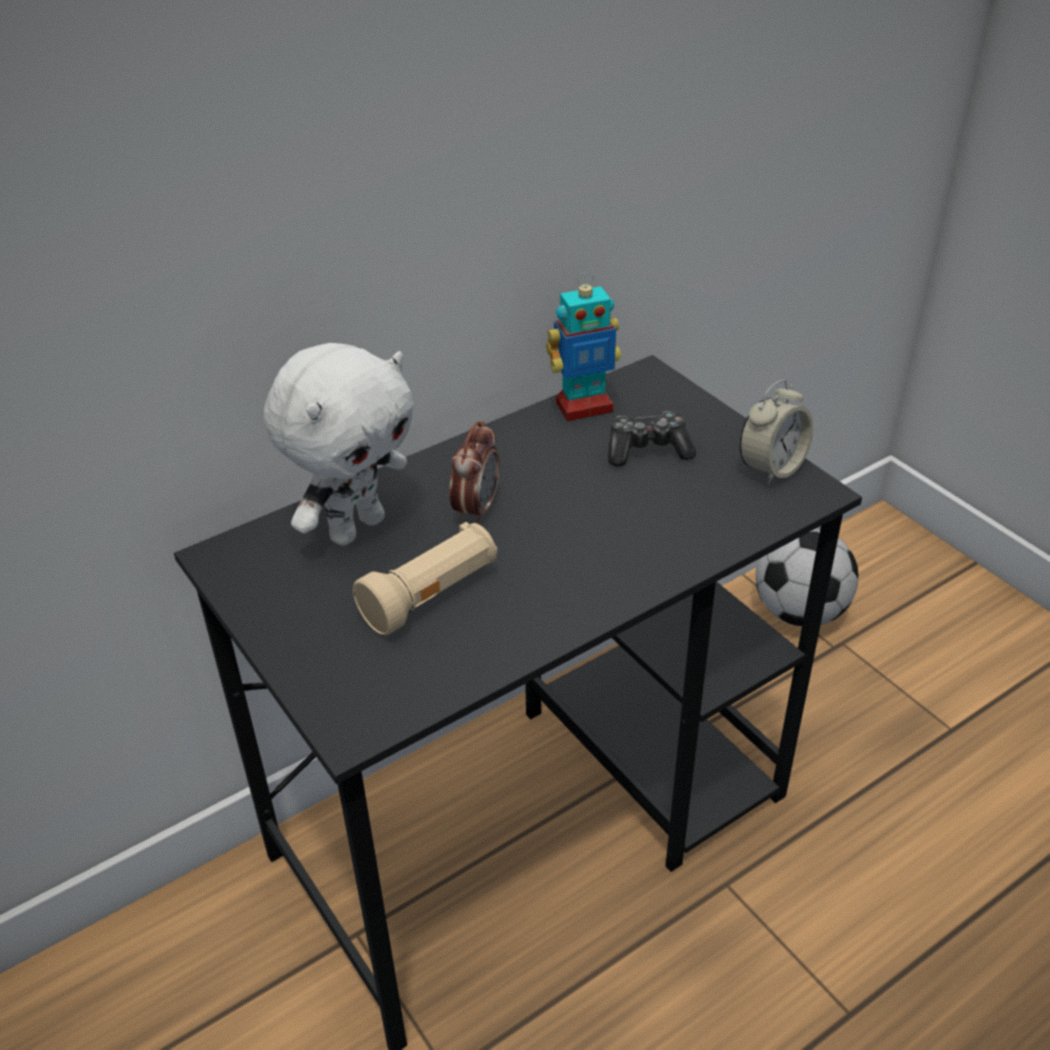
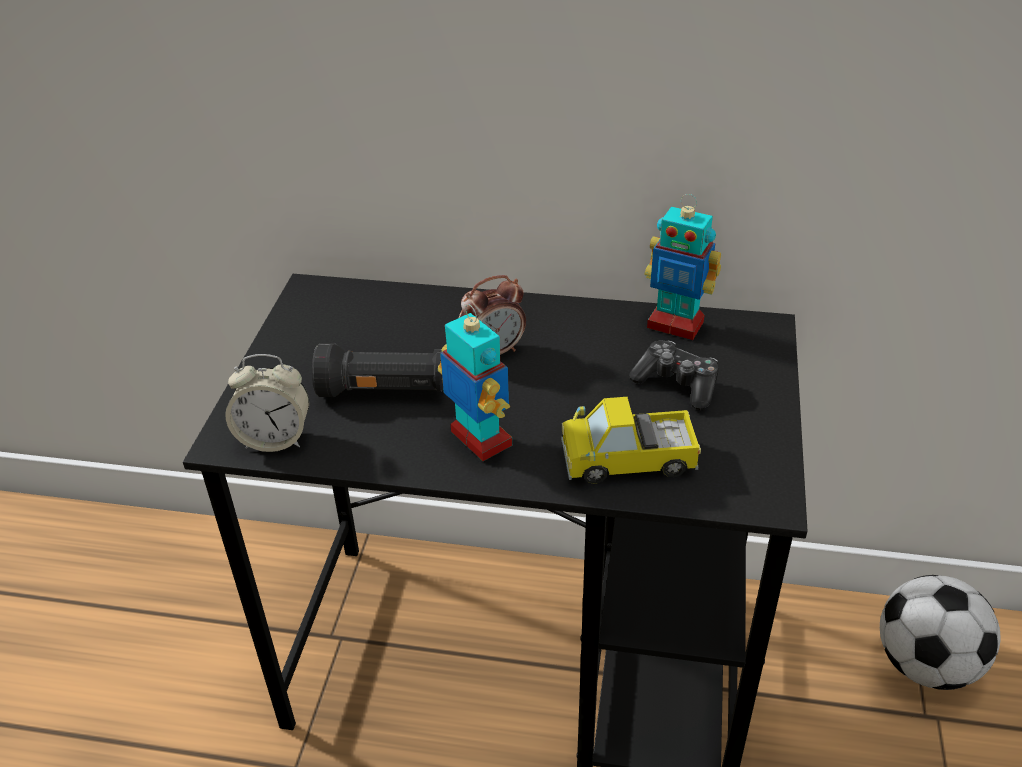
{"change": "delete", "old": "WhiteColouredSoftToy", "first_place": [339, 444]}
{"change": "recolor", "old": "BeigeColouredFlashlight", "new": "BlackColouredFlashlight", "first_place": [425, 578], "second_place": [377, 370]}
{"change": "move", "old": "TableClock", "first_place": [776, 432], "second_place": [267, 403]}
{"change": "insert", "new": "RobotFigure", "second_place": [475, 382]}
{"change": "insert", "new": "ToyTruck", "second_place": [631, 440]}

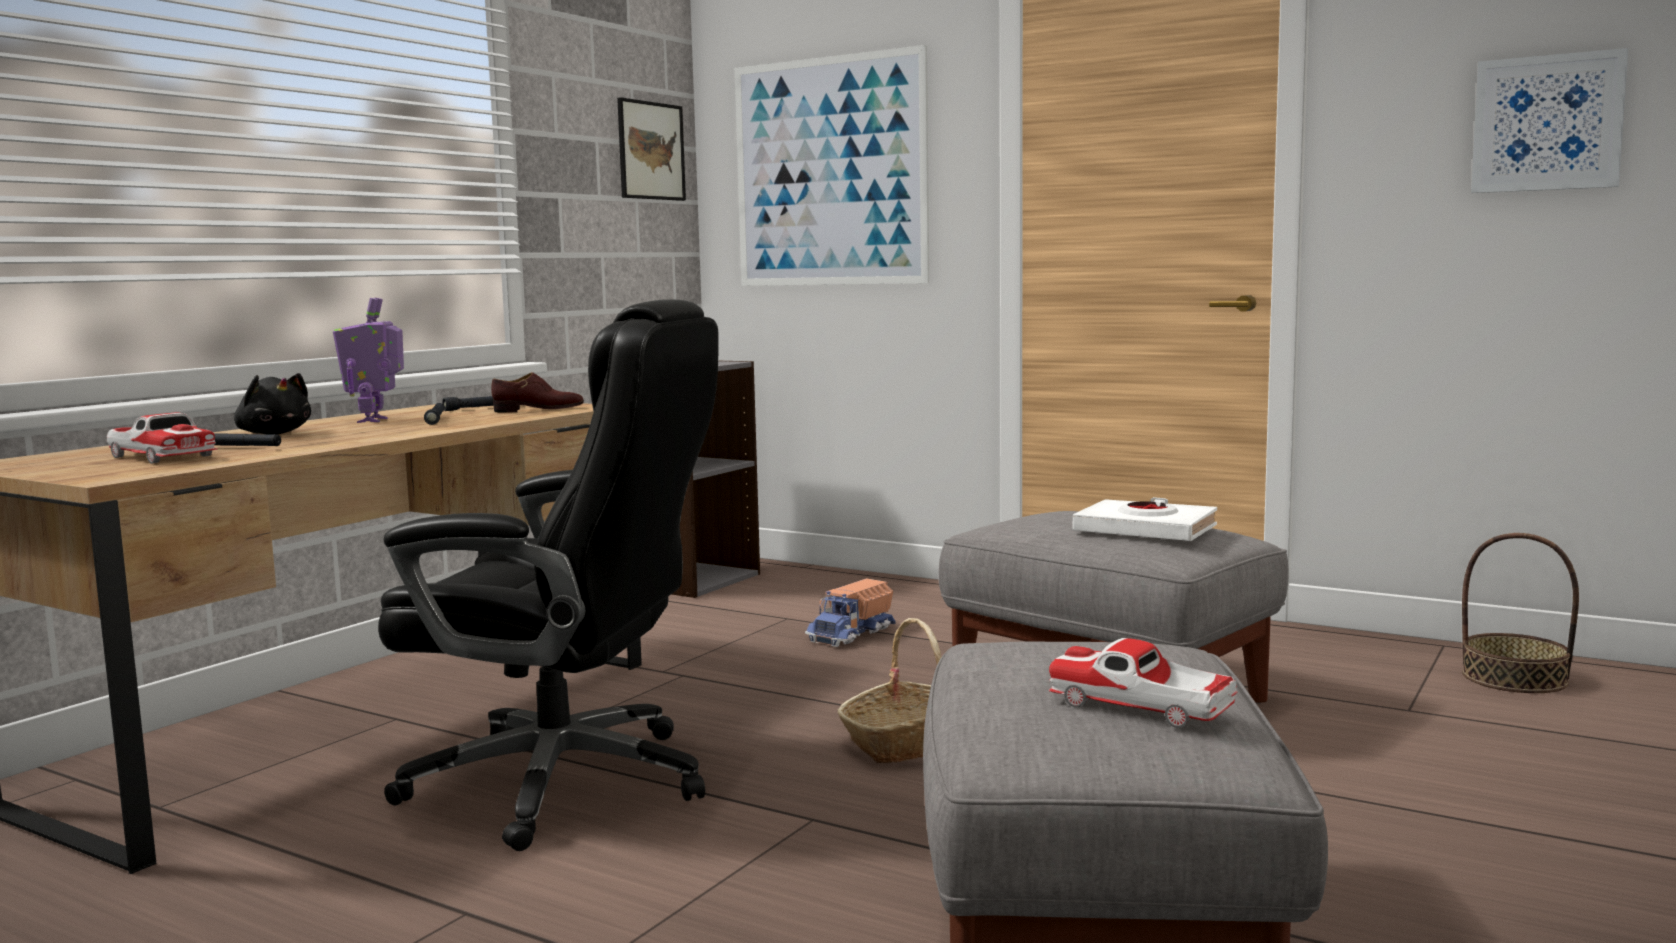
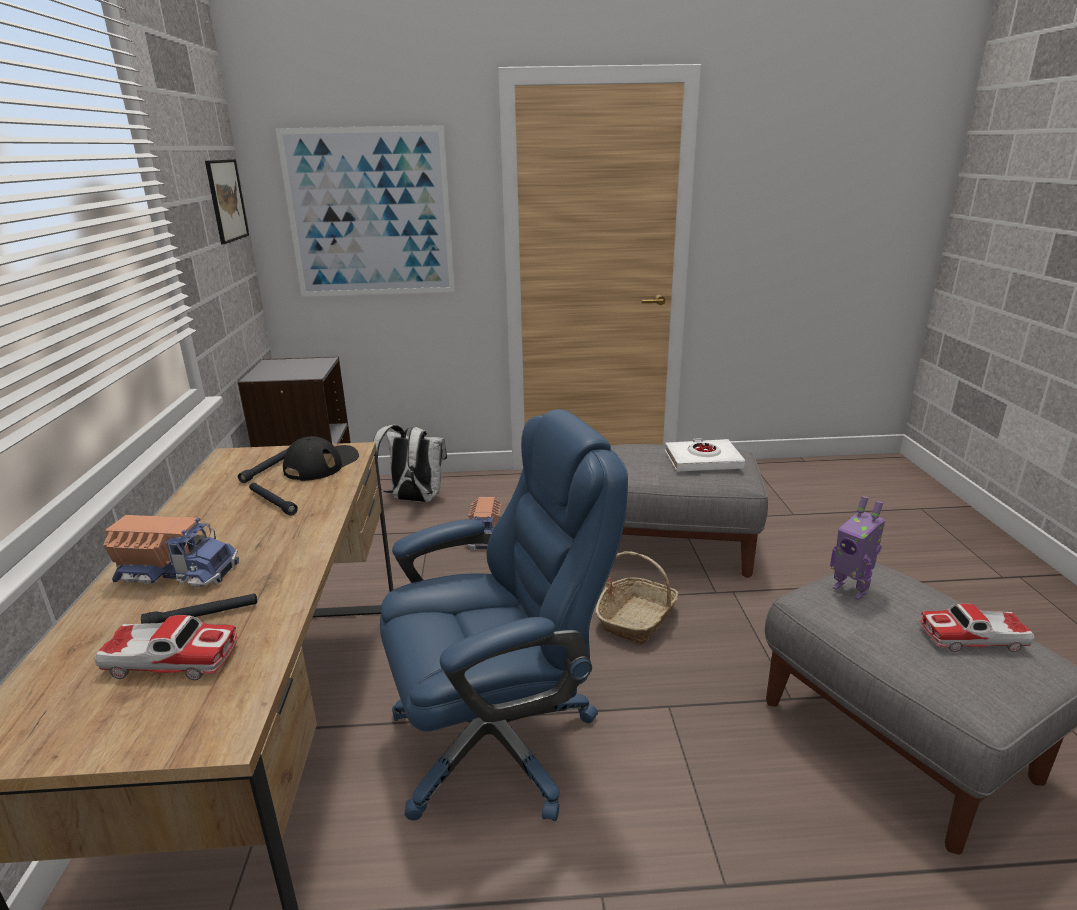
{"change": "replace", "old": "BlackColouredSoftToy", "new": "ToyTruck", "first_place": [272, 404], "second_place": [171, 551]}
{"change": "move", "old": "RobotFigure", "first_place": [368, 360], "second_place": [857, 548]}
{"change": "recolor", "old": "BlackColouredOfficeChair", "new": "BluishOfficeChair", "first_place": [548, 575], "second_place": [504, 615]}
{"change": "replace", "old": "BrownLowShoe", "new": "BlackColouredPeakedCap", "first_place": [537, 392], "second_place": [321, 458]}
{"change": "delete", "old": "HouseholdBasket", "first_place": [1520, 613]}
{"change": "delete", "old": "WallPicture", "first_place": [1549, 120]}
{"change": "insert", "new": "WhiteColouredRucksack", "second_place": [410, 463]}

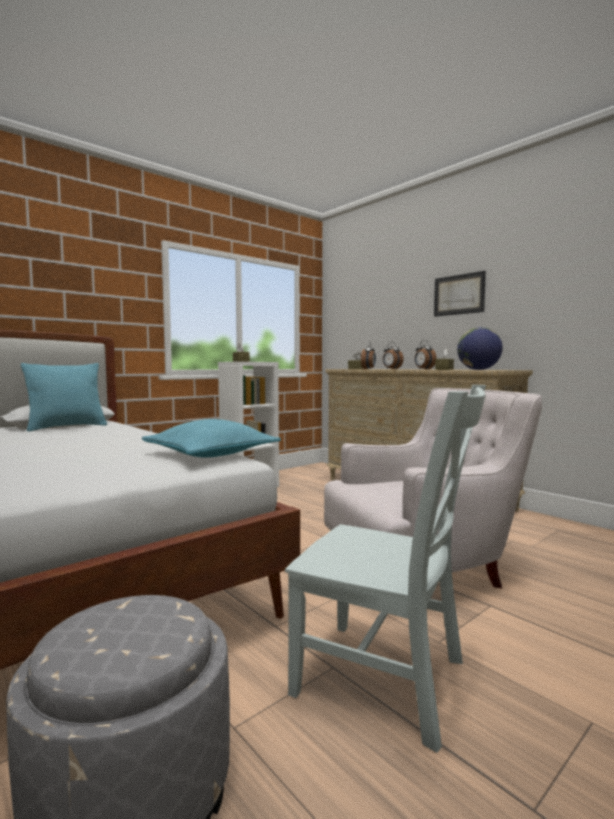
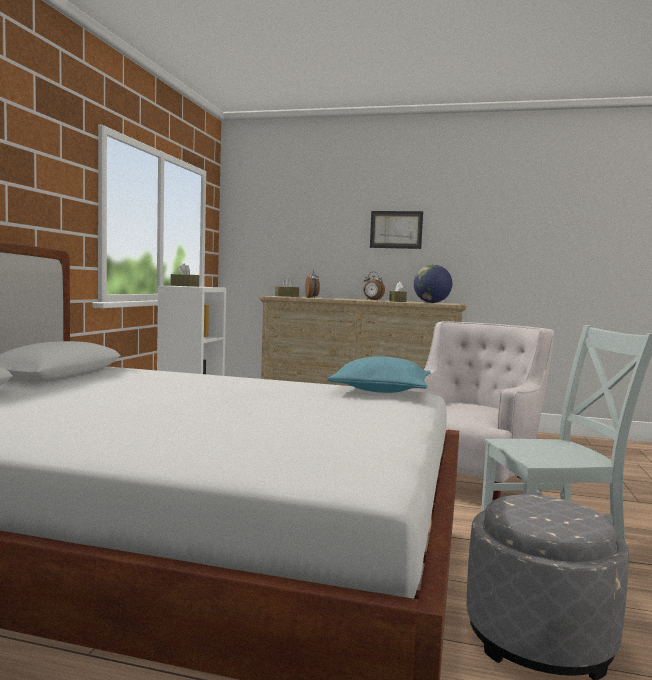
{"change": "delete", "old": "BlueGreenCushion", "first_place": [64, 397]}
{"change": "delete", "old": "TableClock", "first_place": [393, 355]}

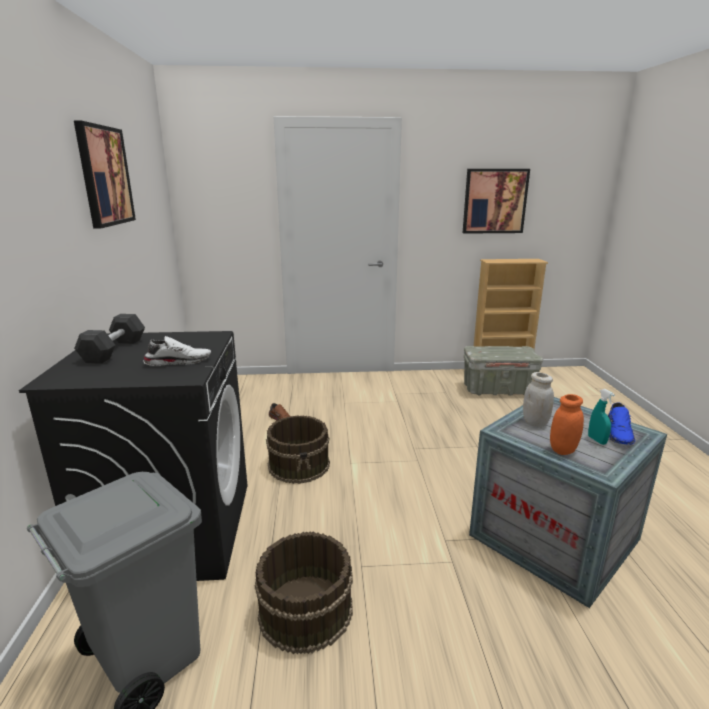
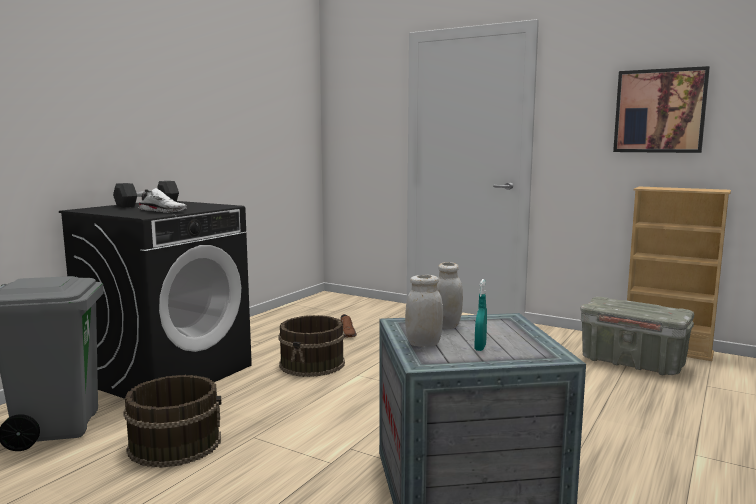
{"change": "delete", "old": "WallPicture", "first_place": [105, 175]}
{"change": "recolor", "old": "OrangePreserveJar", "new": "WhiteColouredPreserveJar", "first_place": [567, 424], "second_place": [424, 311]}
{"change": "delete", "old": "BluishLowShoe", "first_place": [621, 423]}

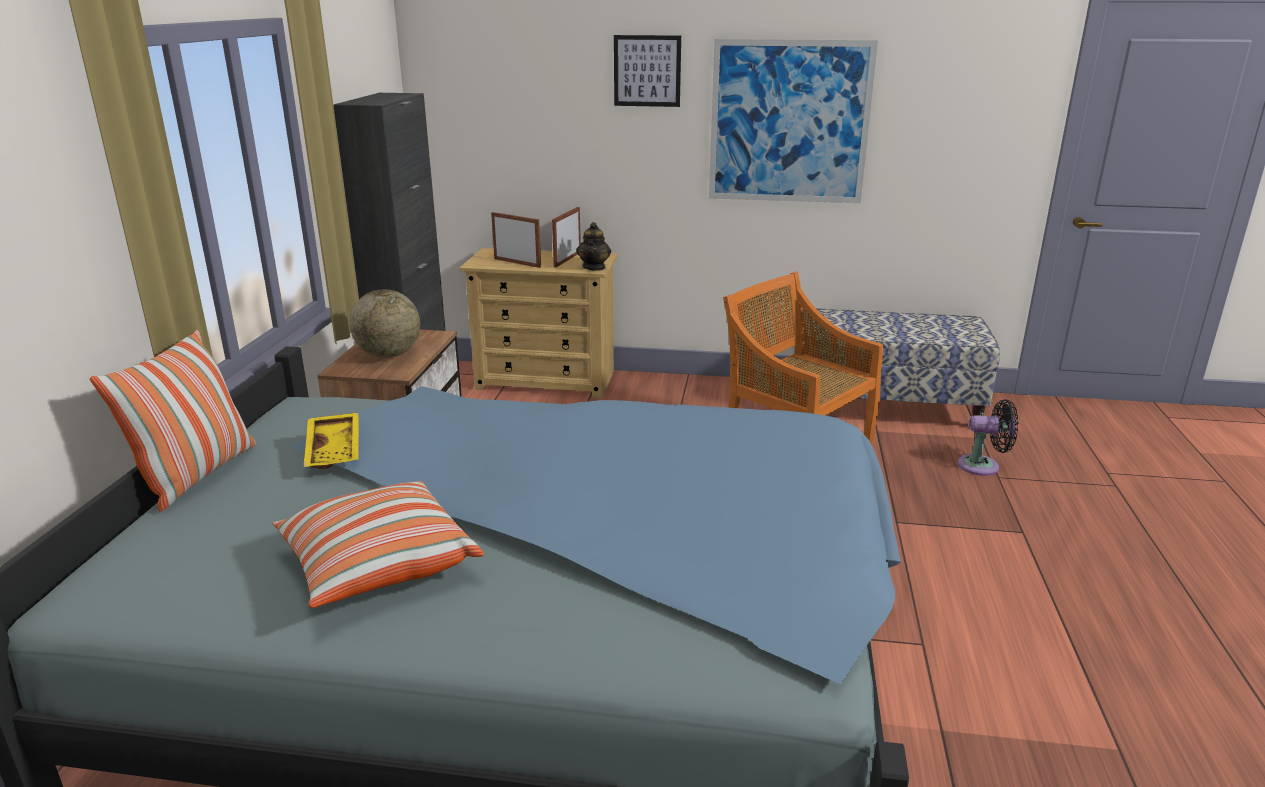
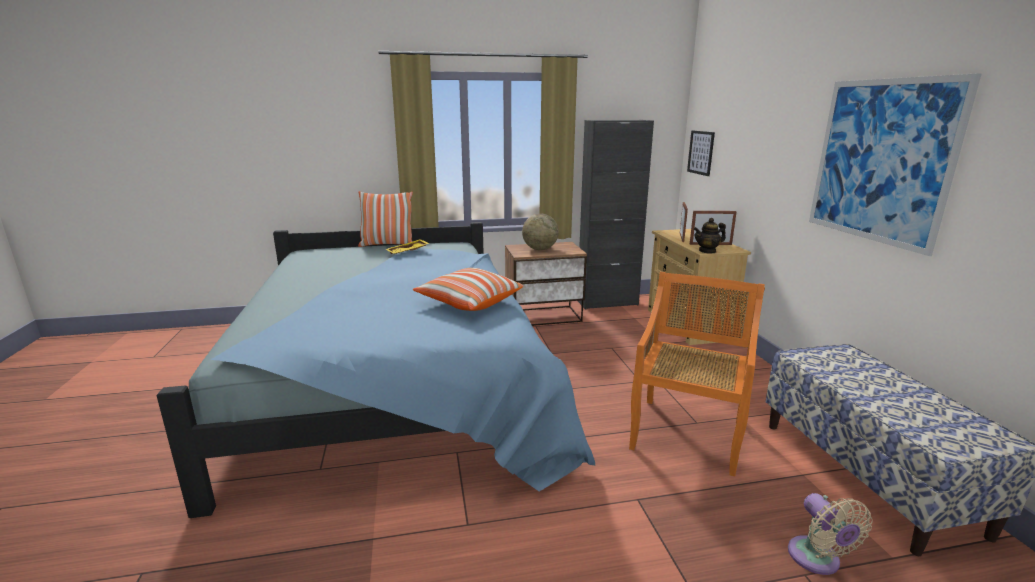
{"change": "move", "old": "Cushion", "first_place": [378, 544], "second_place": [468, 289]}
{"change": "move", "old": "WallPicture", "first_place": [647, 71], "second_place": [701, 153]}
{"change": "recolor", "old": "BlackColouredElectricFan", "new": "BeigeColouredElectricFan", "first_place": [988, 437], "second_place": [830, 534]}

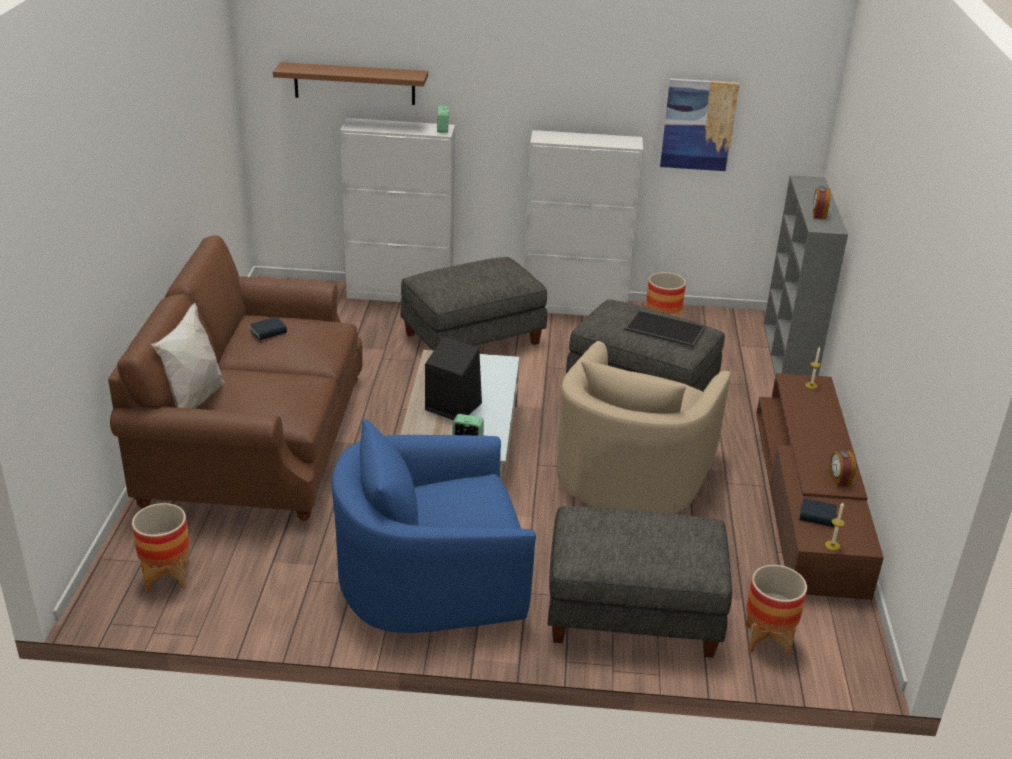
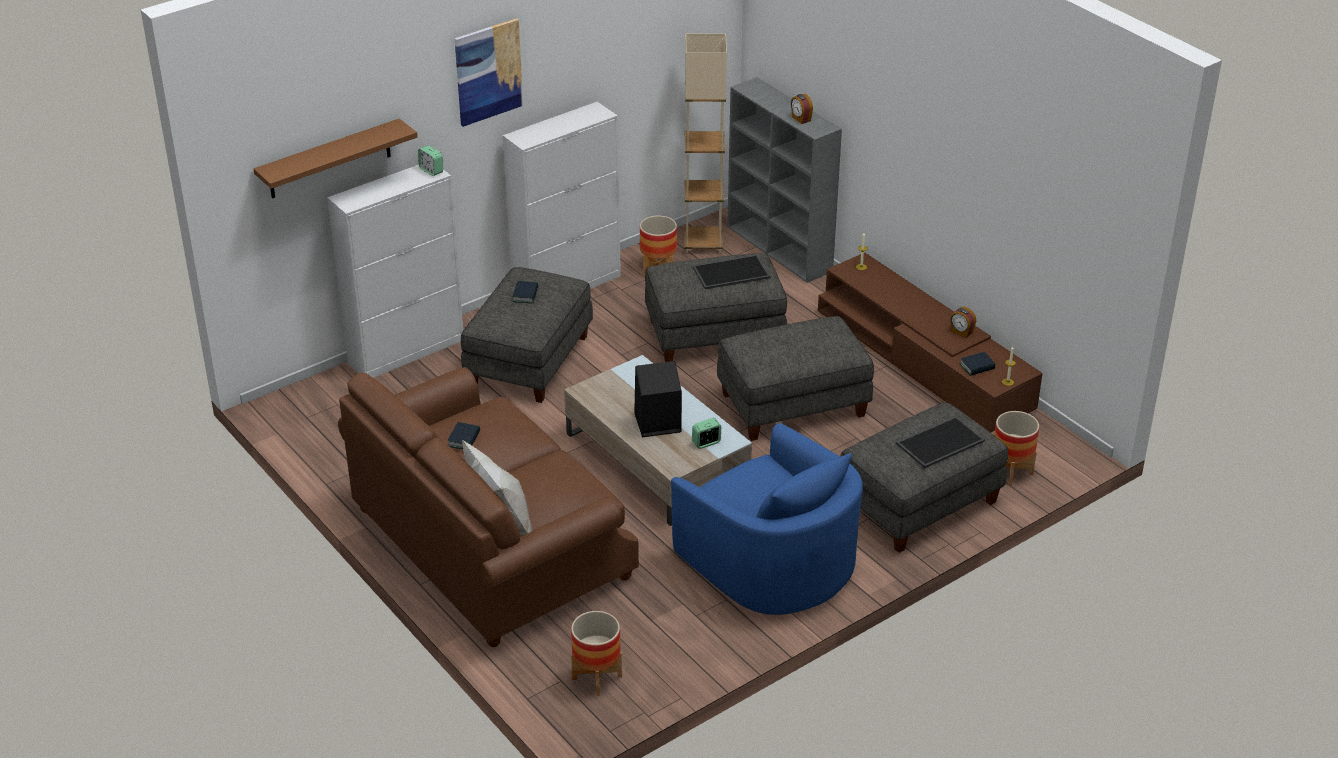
{"change": "rotate", "old": "BluishLoungeChair", "first_place": [434, 526], "second_place": [767, 519], "degrees": -75}
{"change": "replace", "old": "BeigeColouredLoungeChair", "new": "GreyOttoman", "first_place": [644, 427], "second_place": [795, 378]}
{"change": "move", "old": "WallPicture", "first_place": [700, 125], "second_place": [489, 72]}
{"change": "insert", "new": "Book", "second_place": [525, 292]}
{"change": "insert", "new": "BeigeColouredStandingLamp", "second_place": [705, 143]}
{"change": "insert", "new": "CarryingTray", "second_place": [940, 442]}

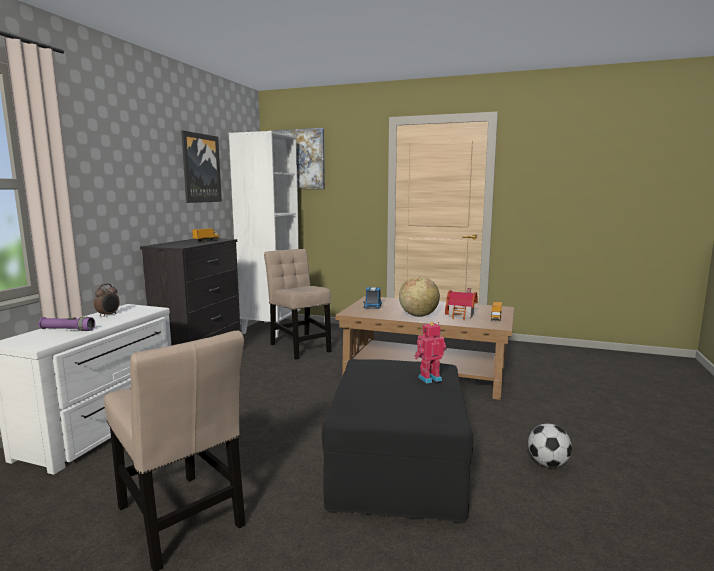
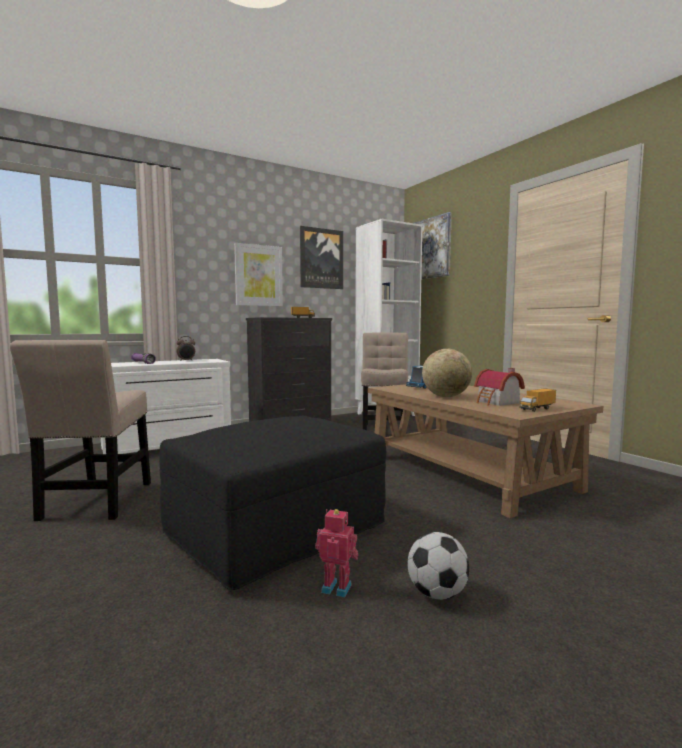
{"change": "move", "old": "RobotFigure", "first_place": [430, 352], "second_place": [336, 553]}
{"change": "insert", "new": "WallPicture", "second_place": [258, 274]}

